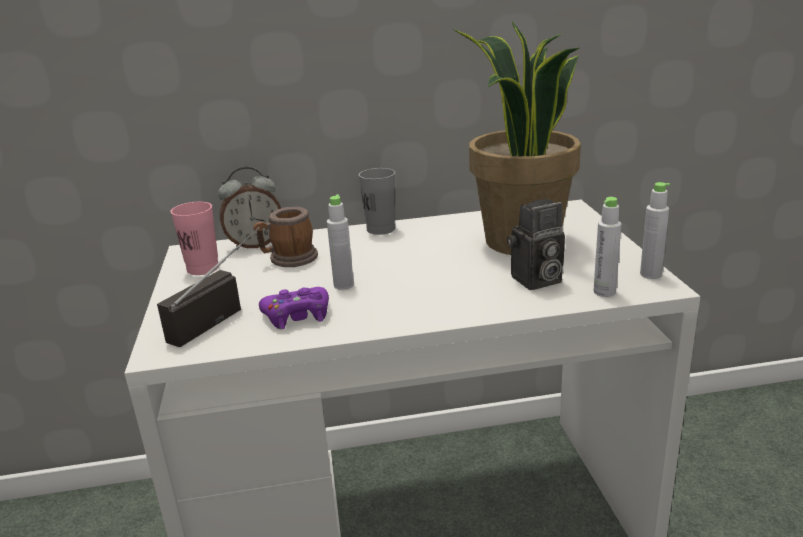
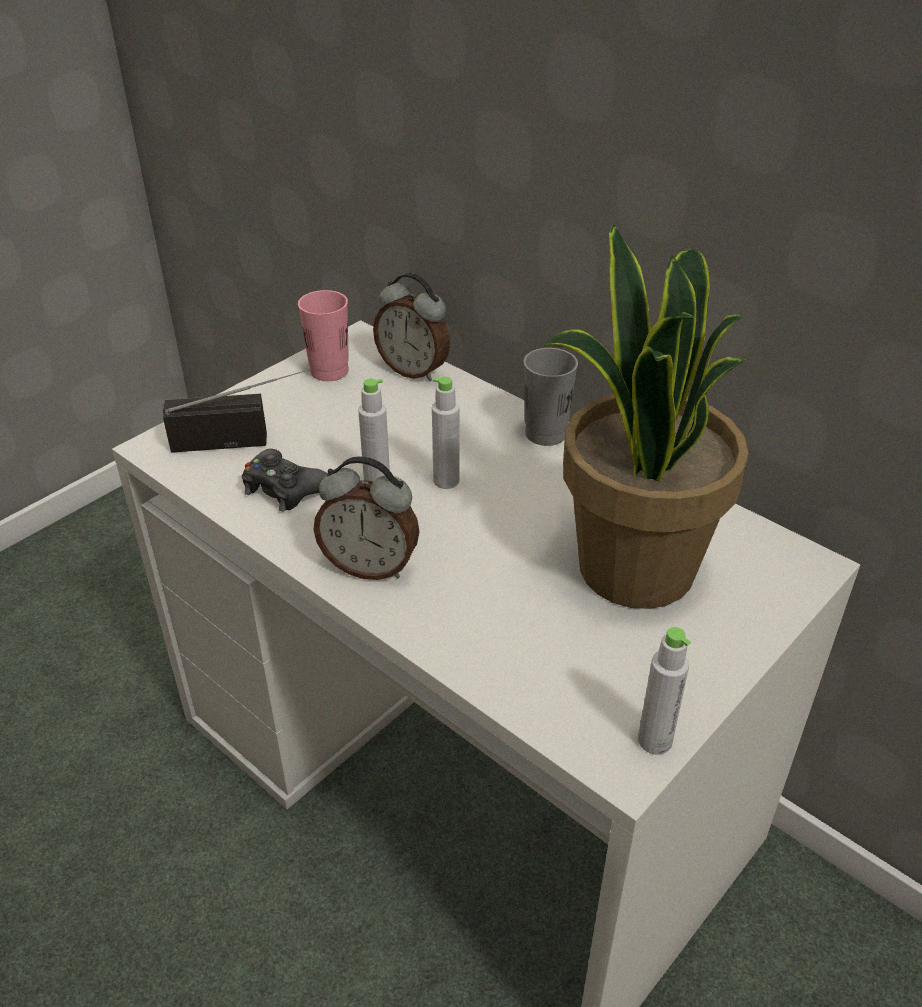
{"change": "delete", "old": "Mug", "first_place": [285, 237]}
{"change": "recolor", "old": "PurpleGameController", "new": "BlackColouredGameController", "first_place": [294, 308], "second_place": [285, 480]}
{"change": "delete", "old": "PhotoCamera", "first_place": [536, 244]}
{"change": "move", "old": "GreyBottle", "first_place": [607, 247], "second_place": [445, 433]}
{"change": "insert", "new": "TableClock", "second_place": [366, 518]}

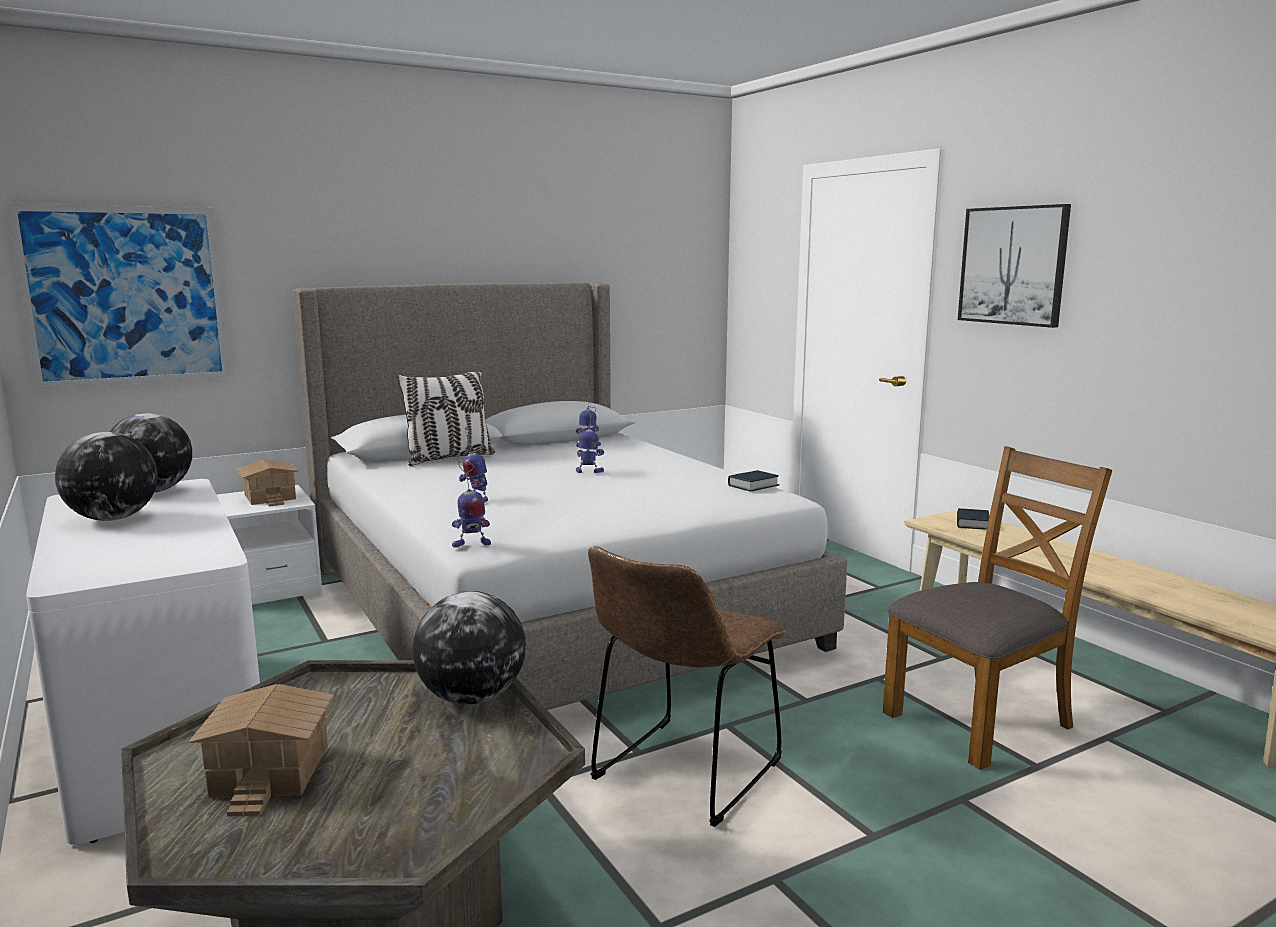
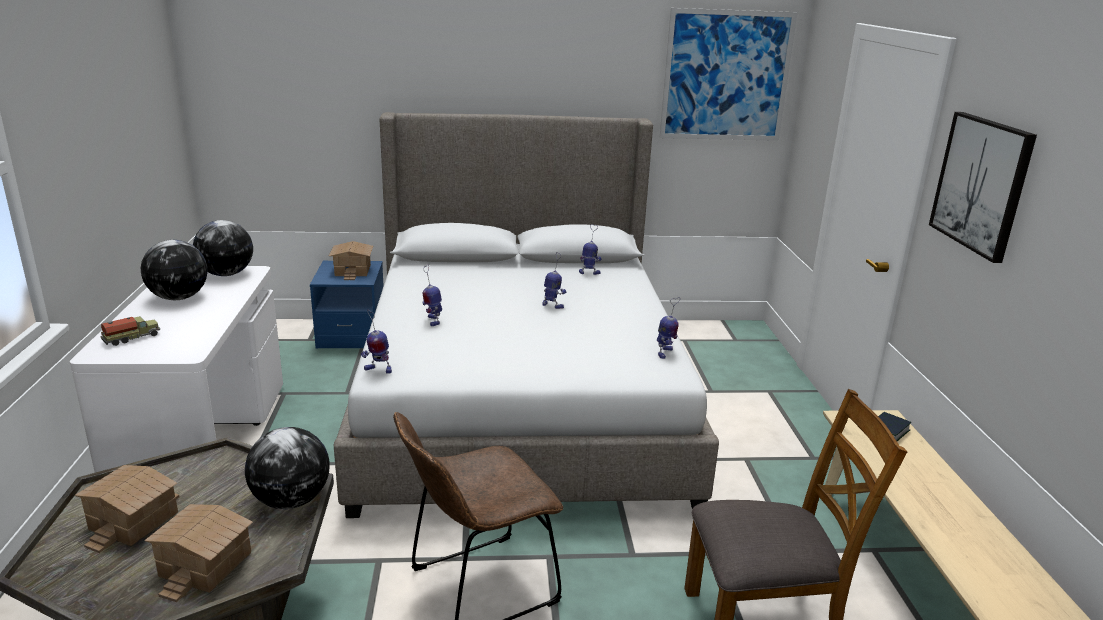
{"change": "move", "old": "WallPicture", "first_place": [119, 296], "second_place": [729, 74]}
{"change": "recolor", "old": "WhiteColouredBedsideTable", "new": "BluishBedsideTable", "first_place": [269, 545], "second_place": [347, 305]}
{"change": "delete", "old": "Cushion", "first_place": [446, 418]}
{"change": "replace", "old": "Book", "new": "RobotFigure", "first_place": [753, 480], "second_place": [668, 328]}
{"change": "insert", "new": "ToyTruck", "second_place": [130, 331]}
{"change": "insert", "new": "MiniatureHouse", "second_place": [198, 553]}

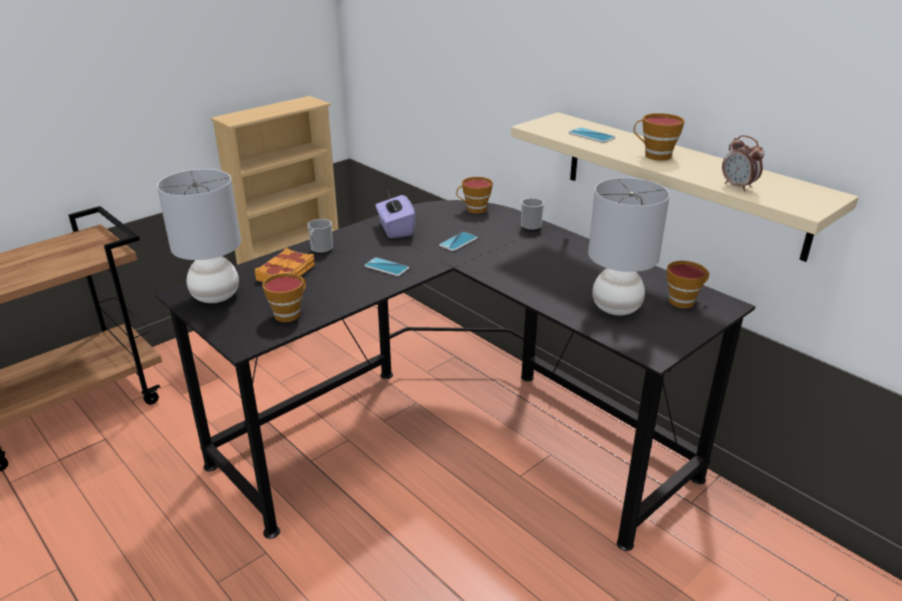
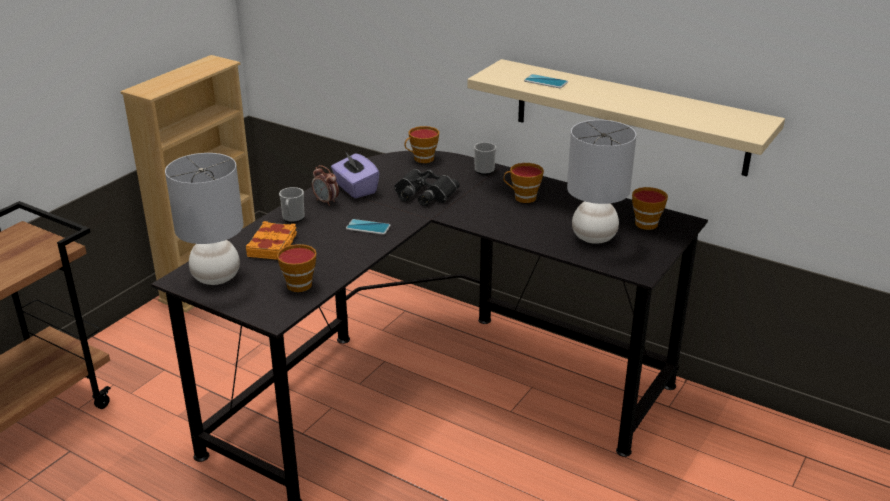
{"change": "replace", "old": "Telephone", "new": "BlackColouredFieldGlasses", "first_place": [458, 241], "second_place": [426, 187]}
{"change": "move", "old": "Cup", "first_place": [659, 137], "second_place": [523, 183]}
{"change": "move", "old": "TableClock", "first_place": [743, 163], "second_place": [325, 185]}

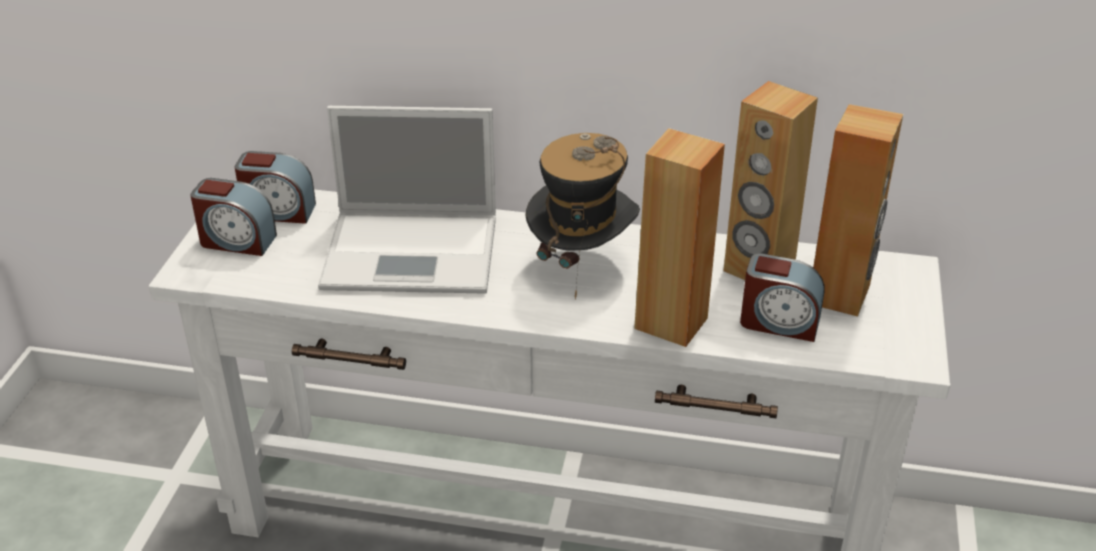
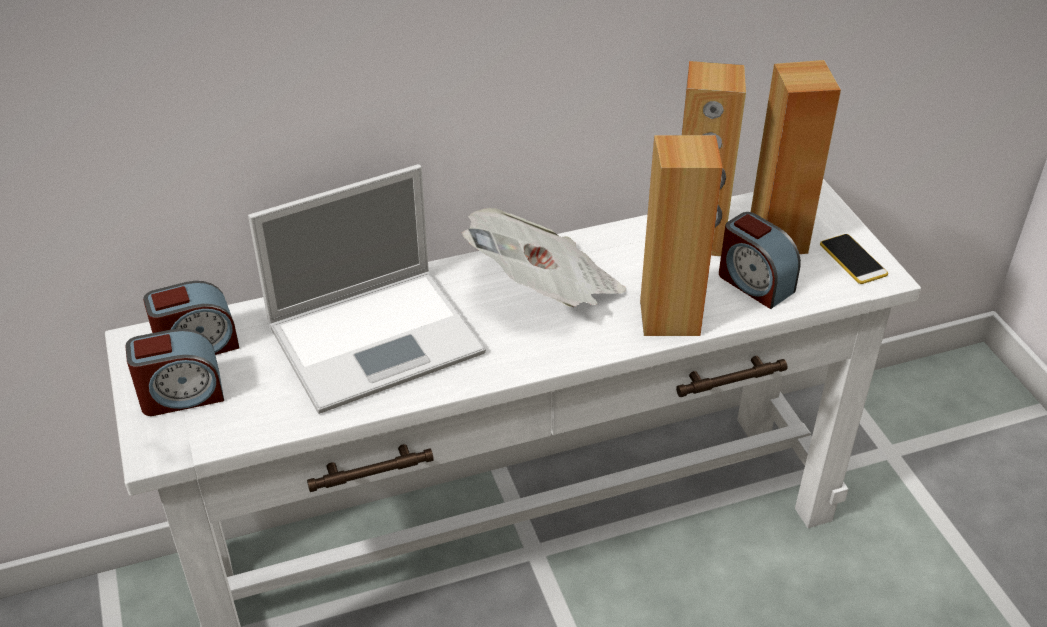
{"change": "replace", "old": "Hat", "new": "Newspaper", "first_place": [582, 216], "second_place": [544, 257]}
{"change": "rotate", "old": "TableClock", "first_place": [782, 297], "second_place": [760, 260], "degrees": 60}
{"change": "insert", "new": "Telephone", "second_place": [854, 259]}

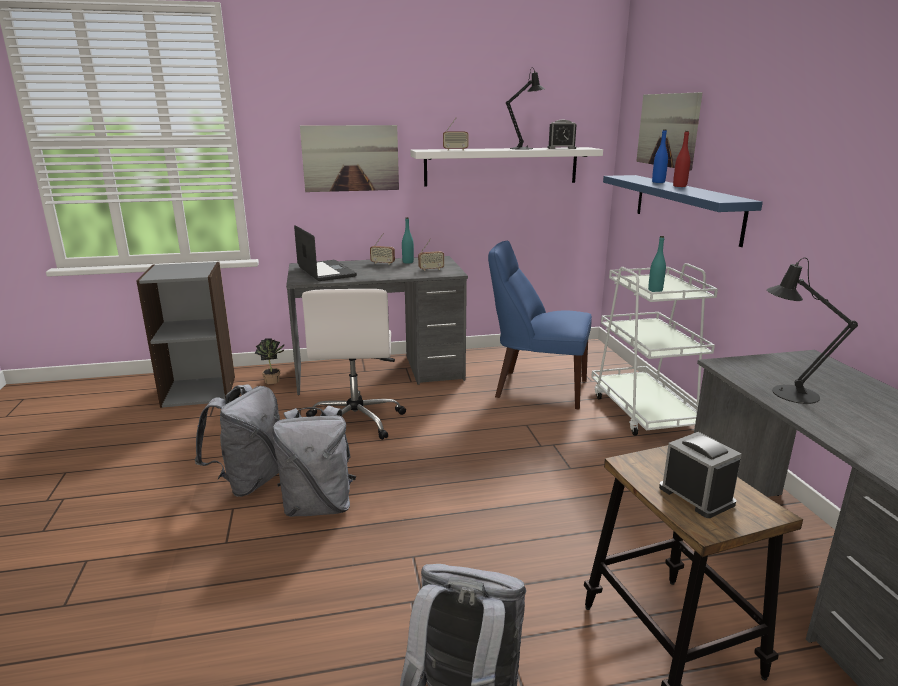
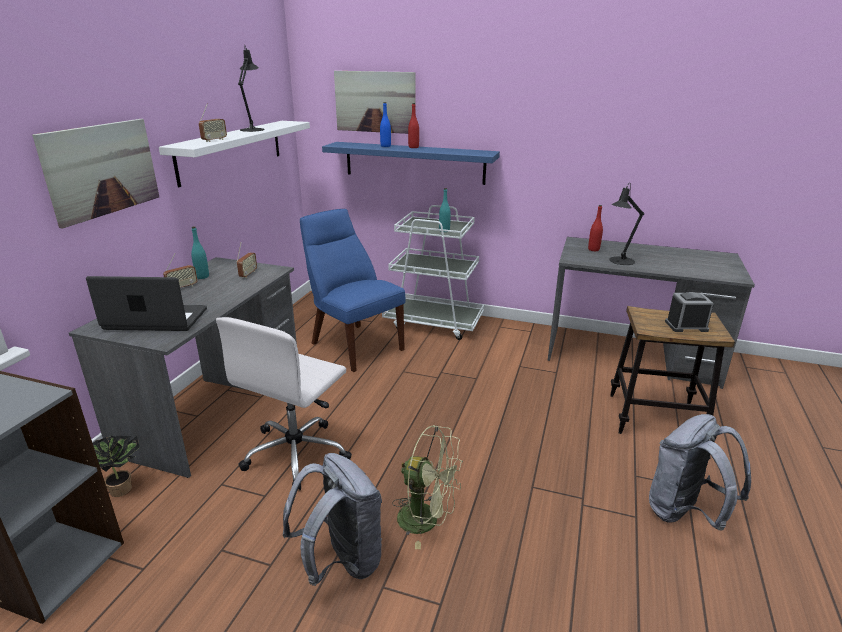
{"change": "replace", "old": "GreyRucksack", "new": "GreenElectricFan", "first_place": [314, 461], "second_place": [427, 487]}
{"change": "rotate", "old": "WhiteColouredOfficeChair", "first_place": [354, 364], "second_place": [284, 403], "degrees": 90}
{"change": "rotate", "old": "BluishPlainChair", "first_place": [540, 325], "second_place": [352, 290], "degrees": 90}
{"change": "delete", "old": "TableClock", "first_place": [562, 134]}
{"change": "insert", "new": "RedBottle", "second_place": [595, 228]}

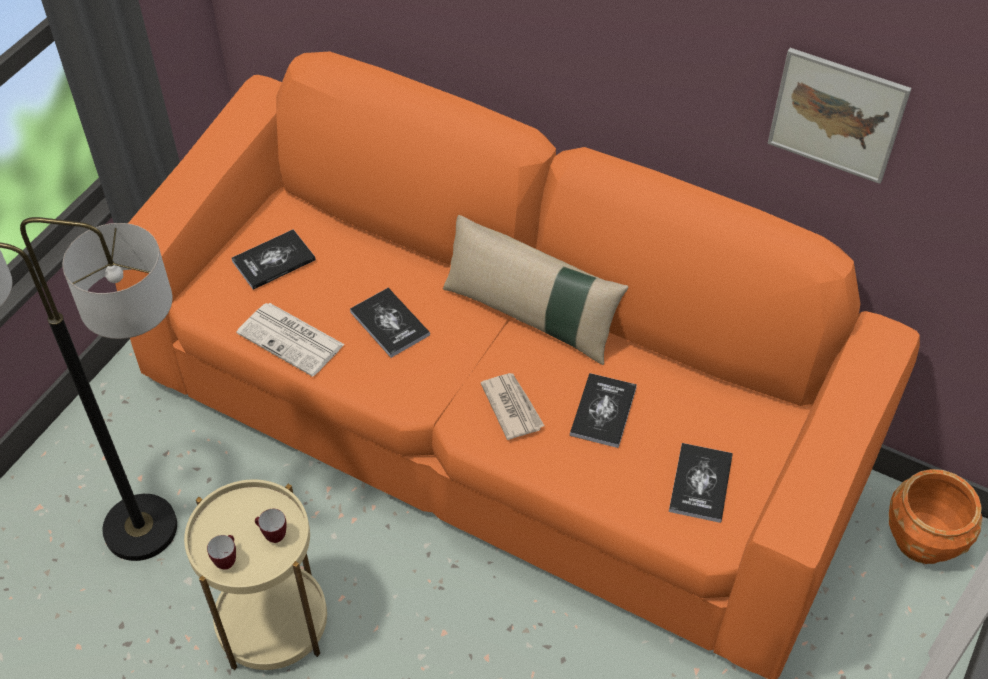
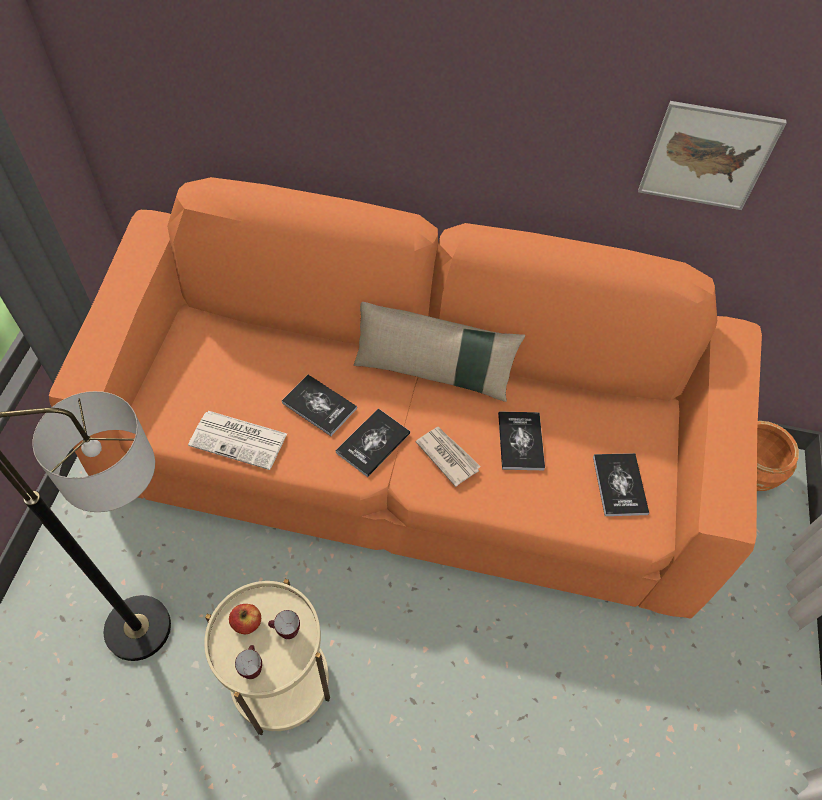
{"change": "move", "old": "Book", "first_place": [274, 259], "second_place": [372, 442]}
{"change": "insert", "new": "Apple", "second_place": [245, 619]}

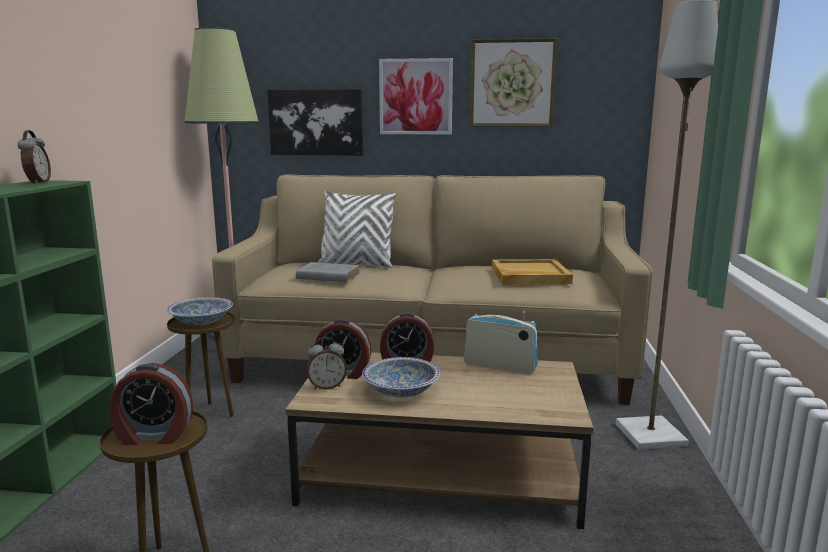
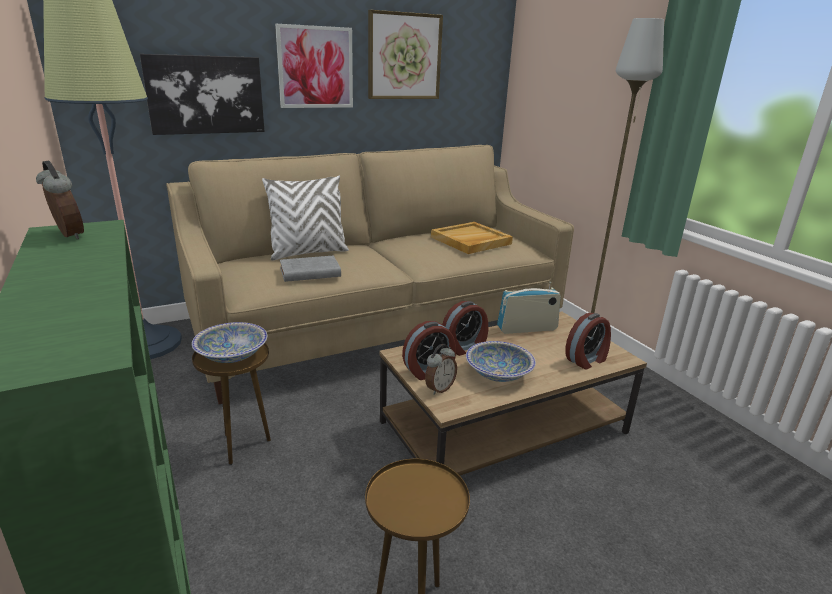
{"change": "move", "old": "TableClock", "first_place": [151, 404], "second_place": [588, 341]}

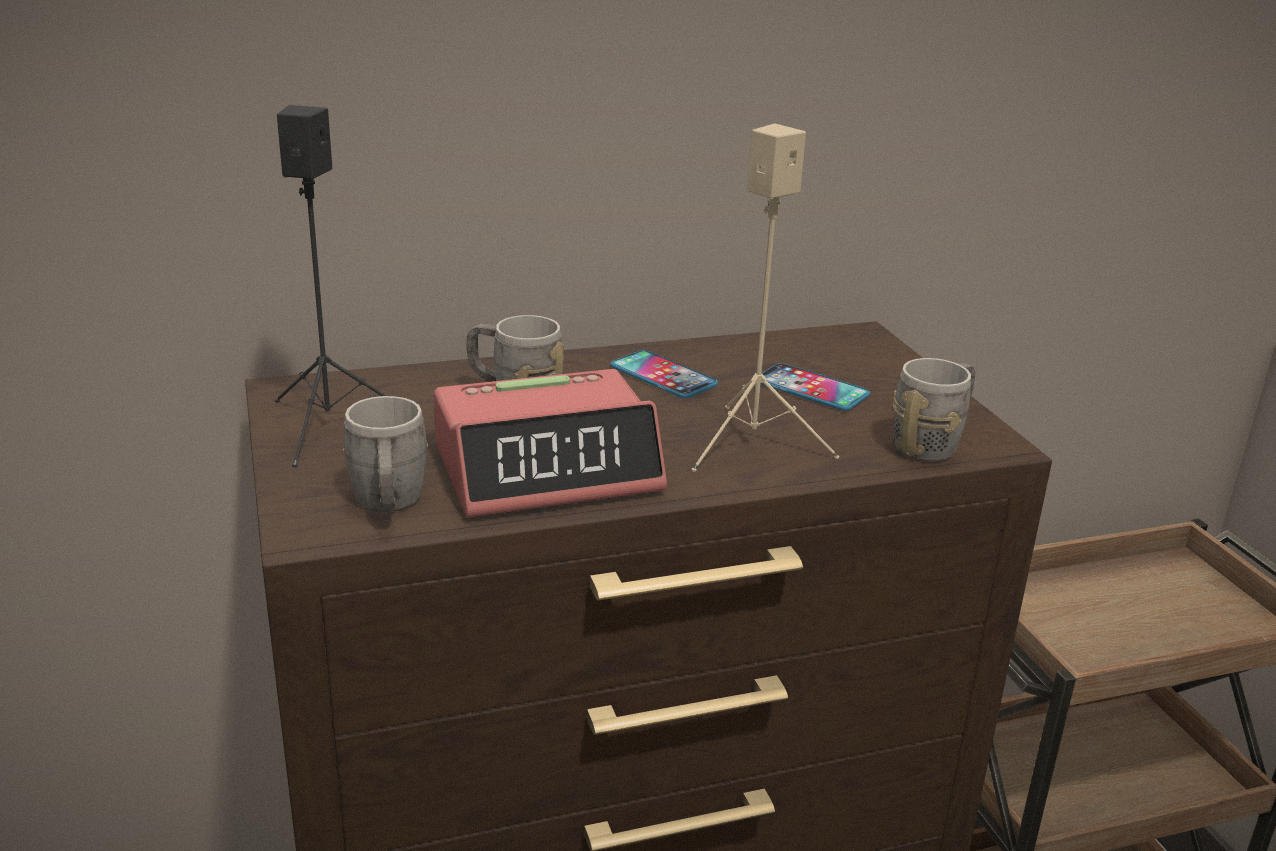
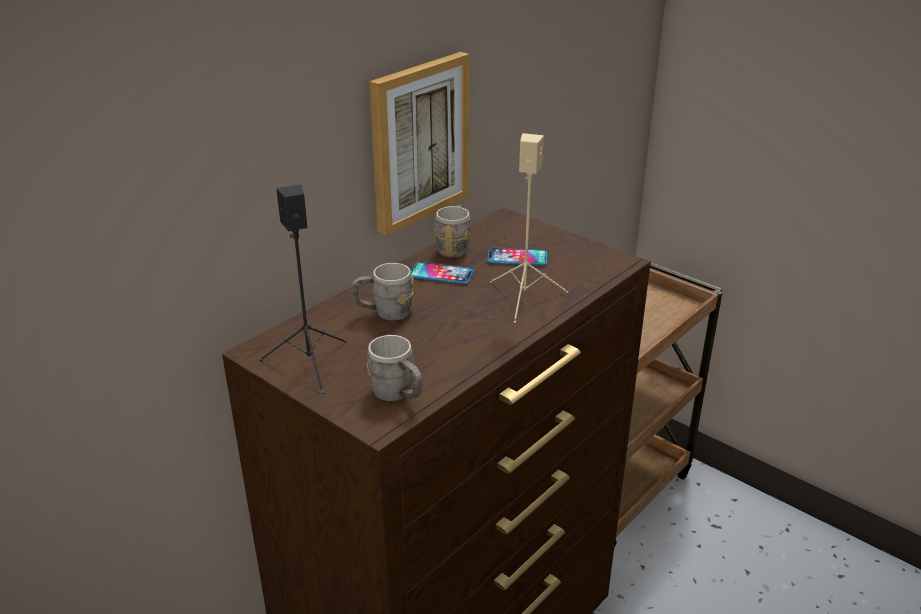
{"change": "delete", "old": "TableClock", "first_place": [550, 443]}
{"change": "move", "old": "GreyMug", "first_place": [933, 410], "second_place": [452, 231]}
{"change": "insert", "new": "WallPicture", "second_place": [419, 144]}

